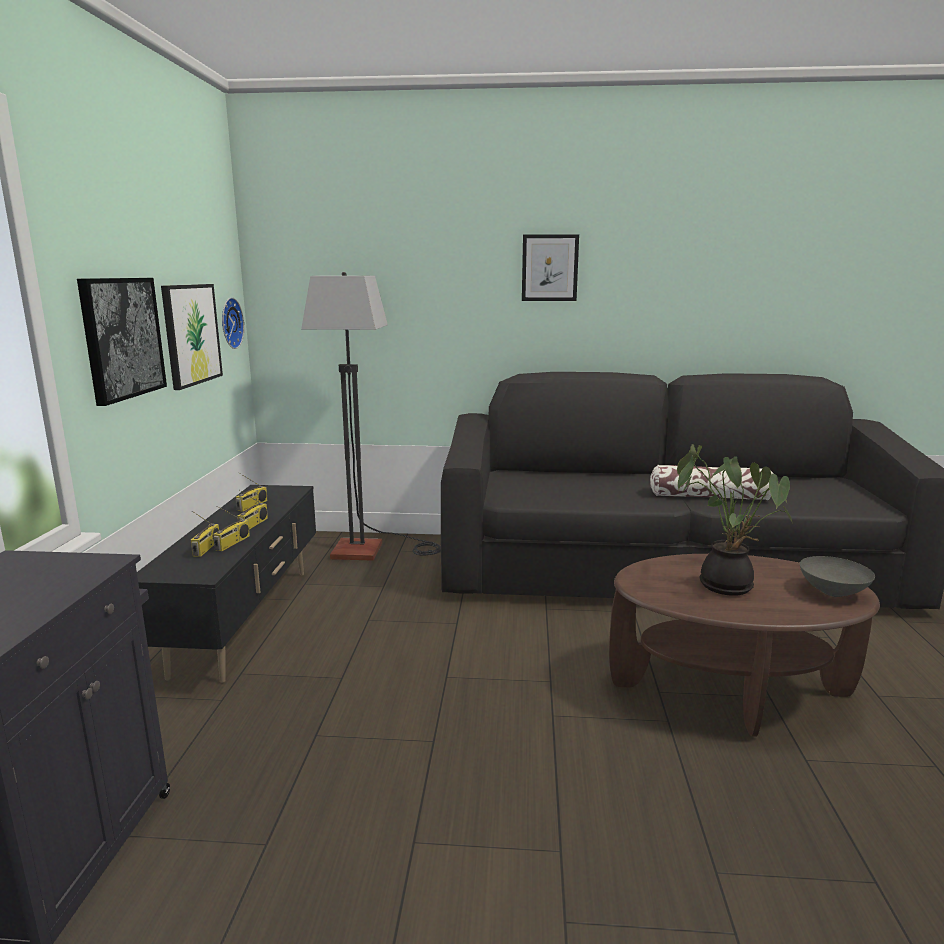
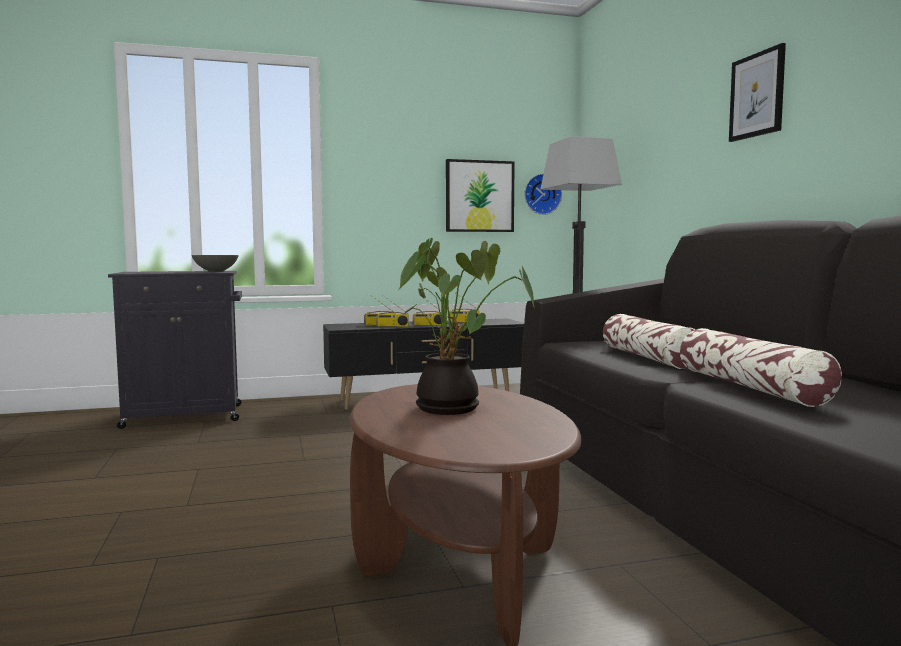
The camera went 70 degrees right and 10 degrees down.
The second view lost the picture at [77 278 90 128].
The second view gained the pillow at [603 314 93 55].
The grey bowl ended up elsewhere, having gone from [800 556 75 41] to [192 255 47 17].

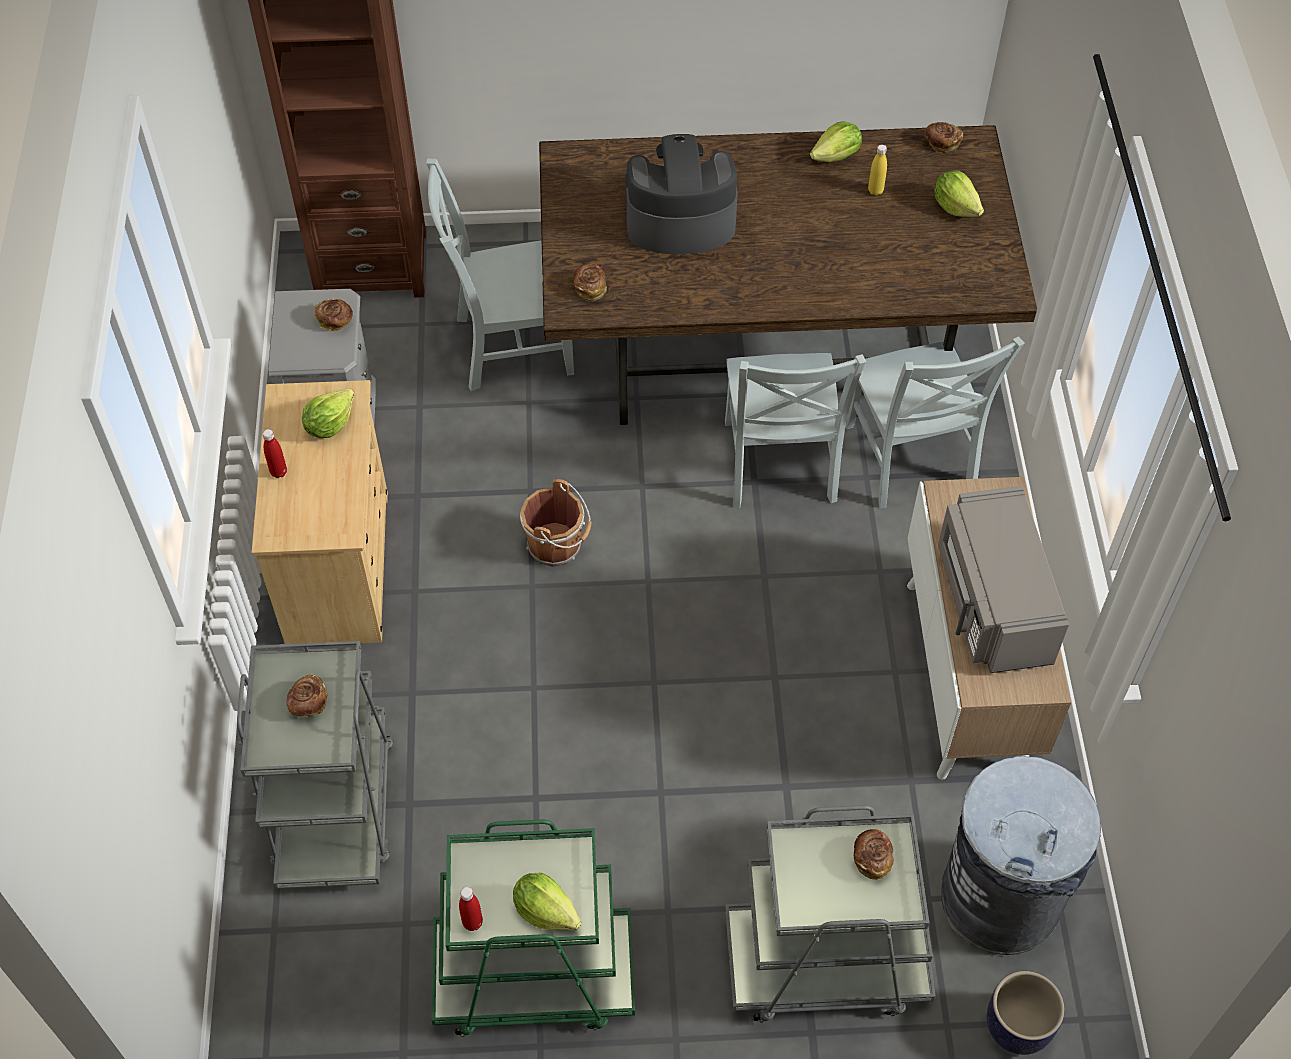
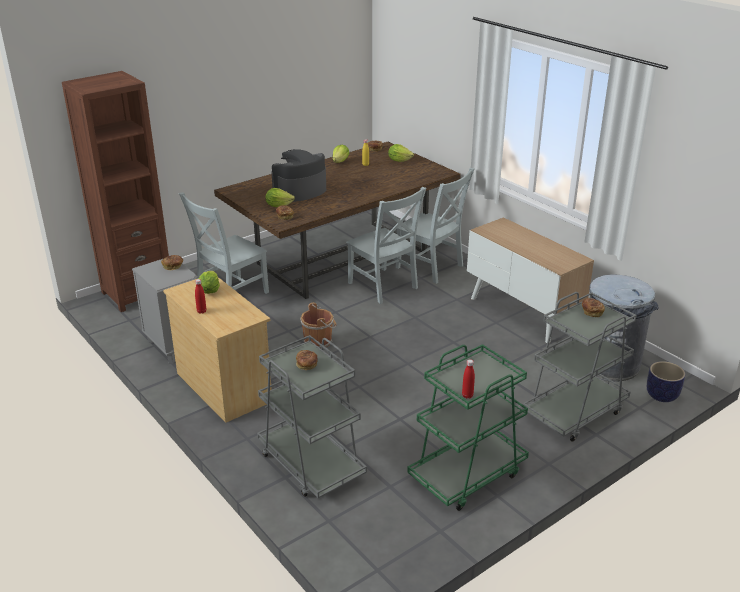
The camera went 35 degrees left and 25 degrees down.
The second view lost the grey microwave at [938 486 131 187].
The lettuce ended up elsewhere, having gone from [513 873 68 57] to [265 188 30 19].

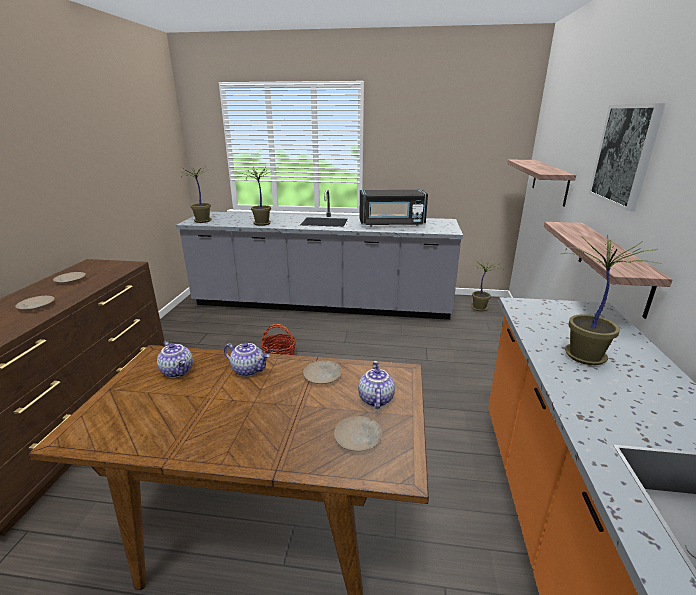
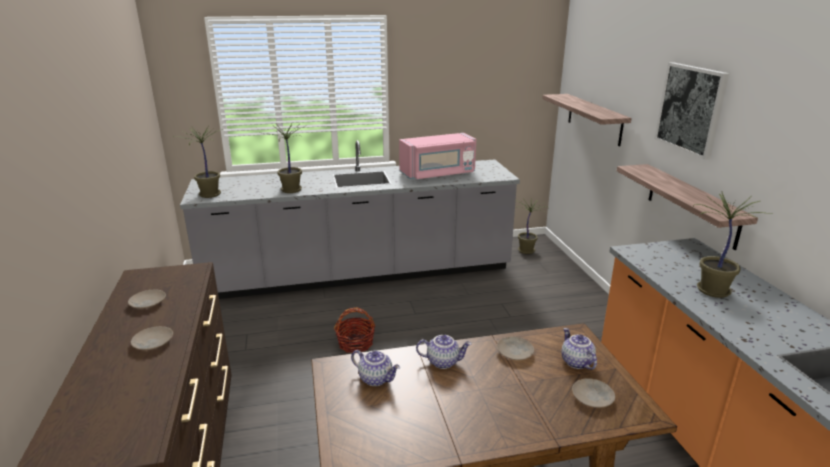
The camera went 20 degrees left and 0 degrees up.
What was the black microwave at [359 190 69 37] turned into the pink microwave at [399 133 77 47].

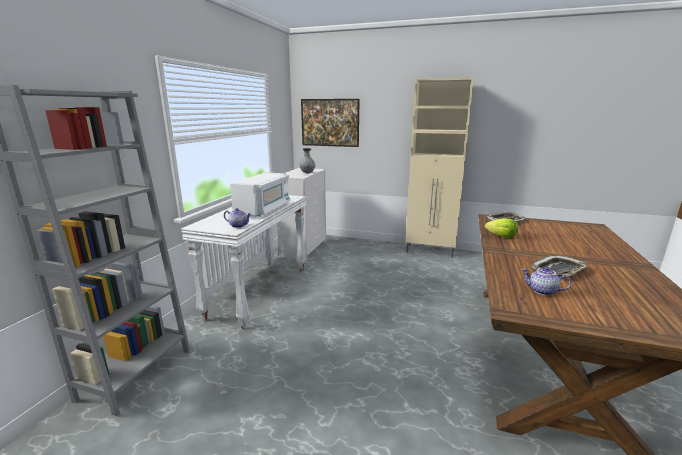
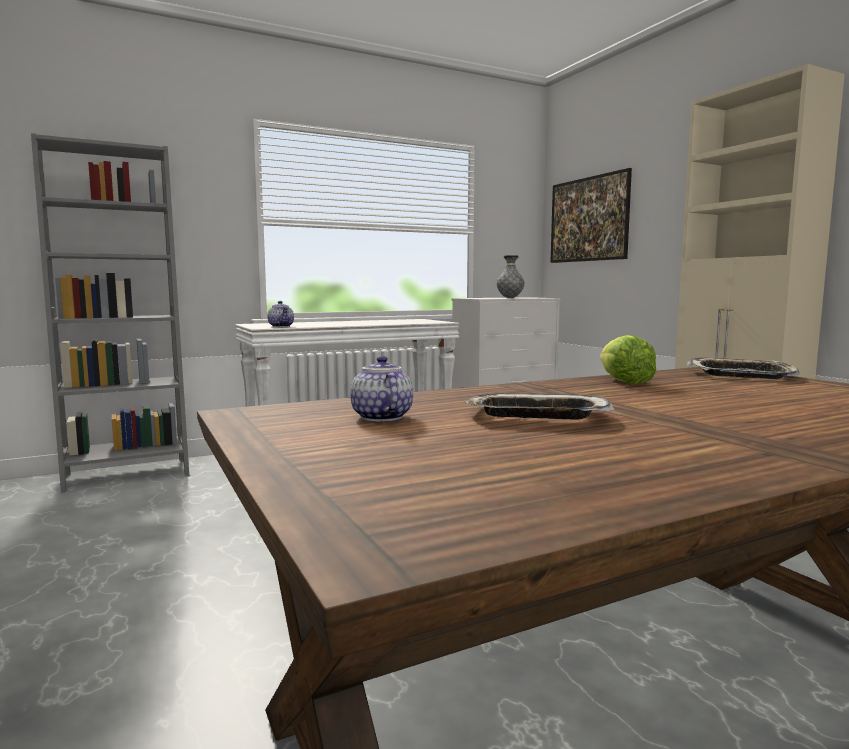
The camera went 45 degrees right and 10 degrees down.
The second view lost the white microwave at [230 172 60 45].

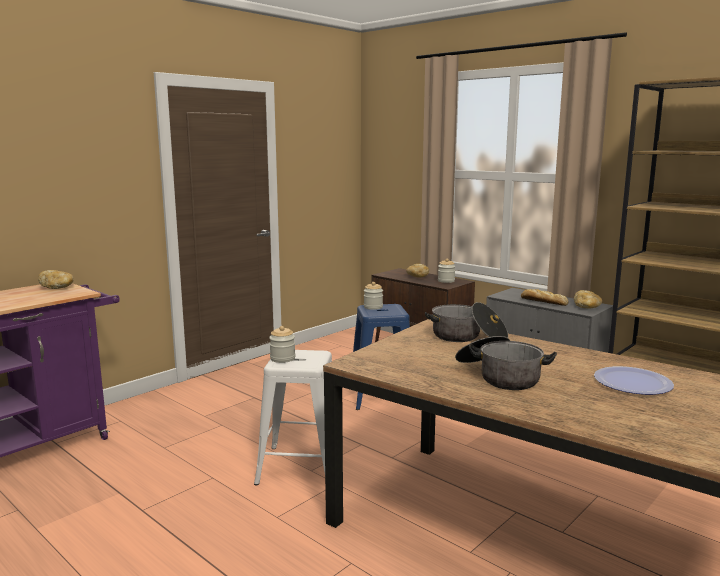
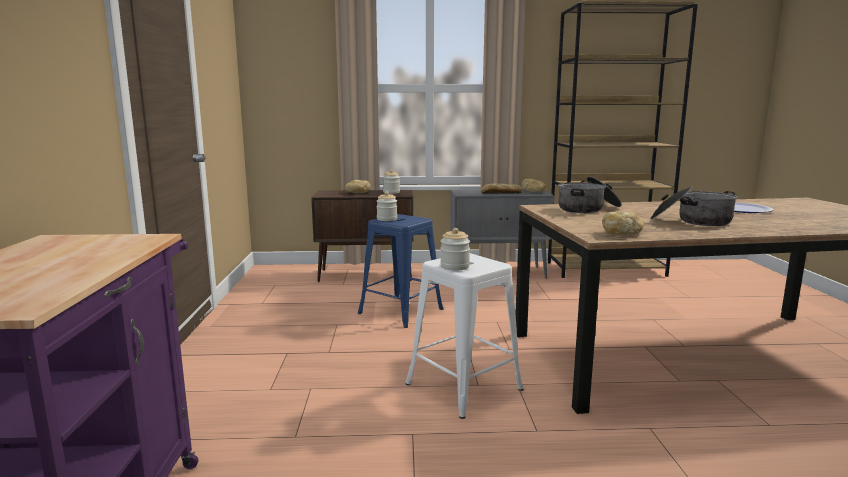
The camera went 45 degrees left and 0 degrees up.
The bread ended up elsewhere, having gone from [38 270 35 19] to [602 211 43 24].

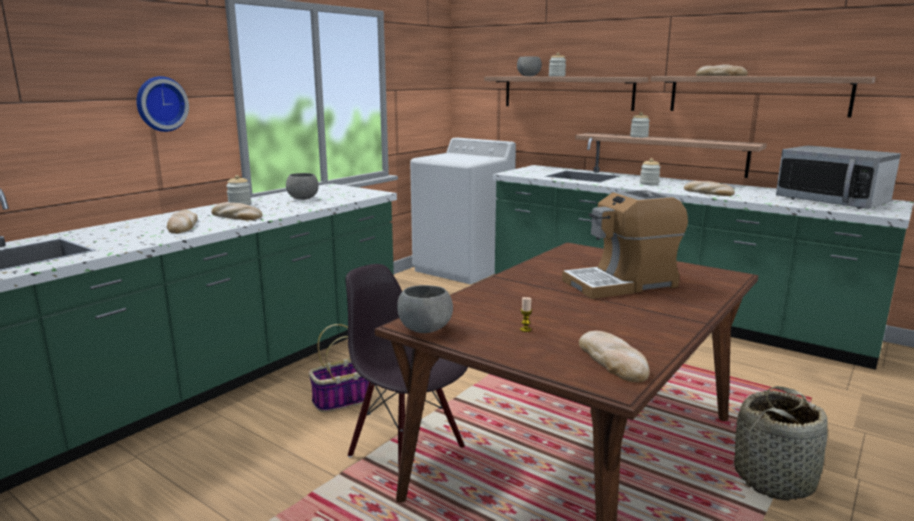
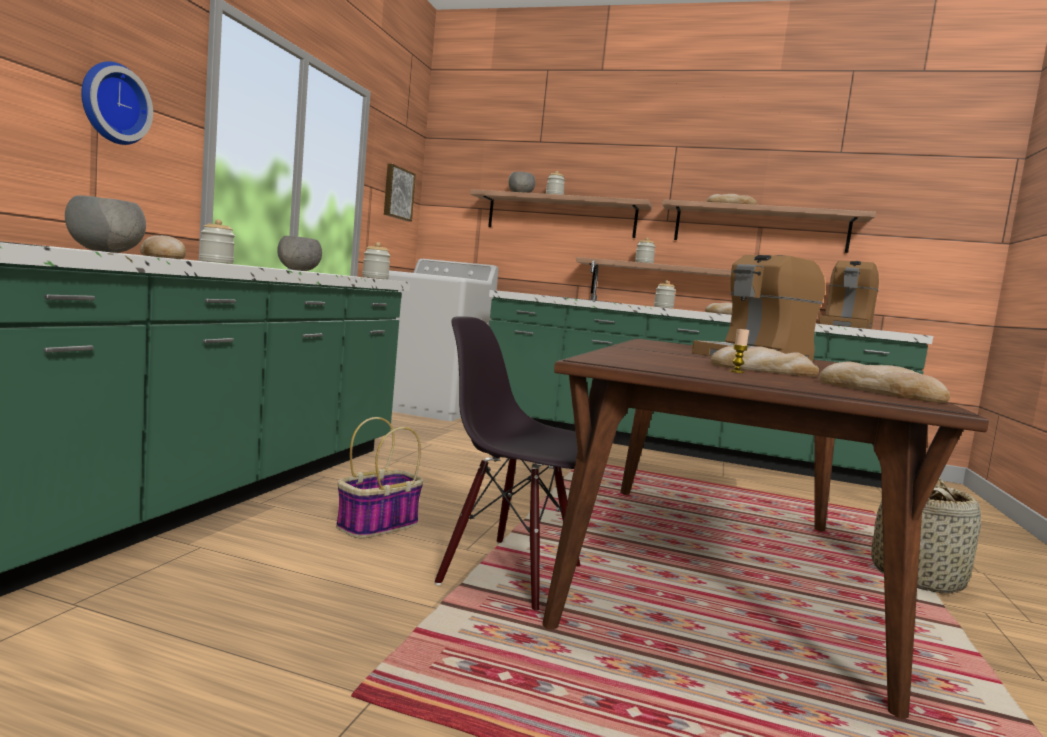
The camera went 20 degrees left and 10 degrees down.
The second view gained the jar at [362 242 28 37].
The second view gained the picture at [384 164 32 58].
The bread ended up elsewhere, having gone from [211 202 51 18] to [710 346 109 31].
The grey bowl ended up elsewhere, having gone from [397 285 56 48] to [65 195 81 58].
Where the microwave stood at [776 145 125 64], the coffee machine came to stand at [818 260 61 69].

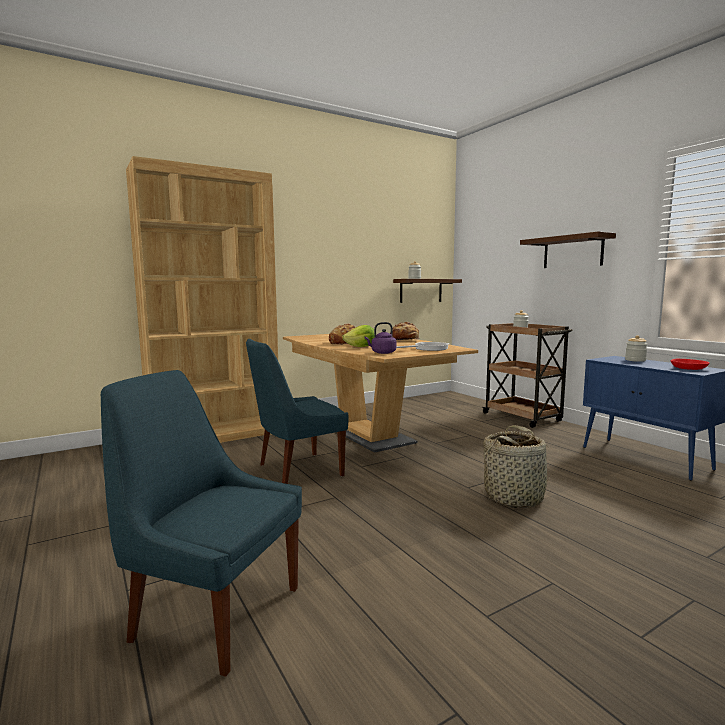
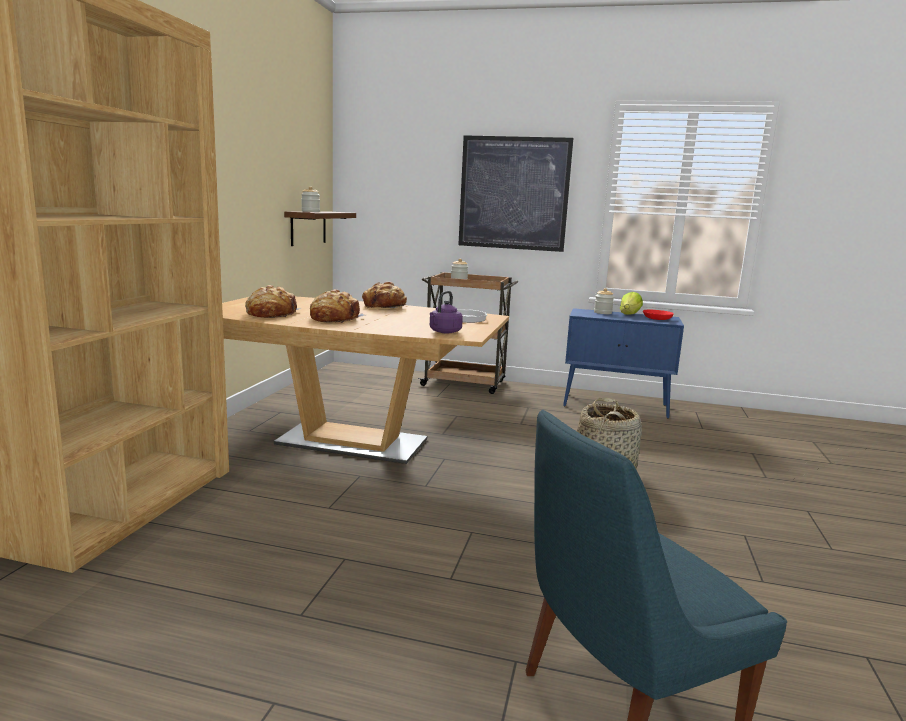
The camera went 45 degrees left and 5 degrees up.
The second view lost the blue chair at [246 339 102 145].
The second view gained the bread at [245 285 56 33].
The lettuce ended up elsewhere, having gone from [342 325 33 22] to [620 292 23 23].
Where the shelf hung at [520 232 96 36], the picture came to hang at [458 135 115 117].

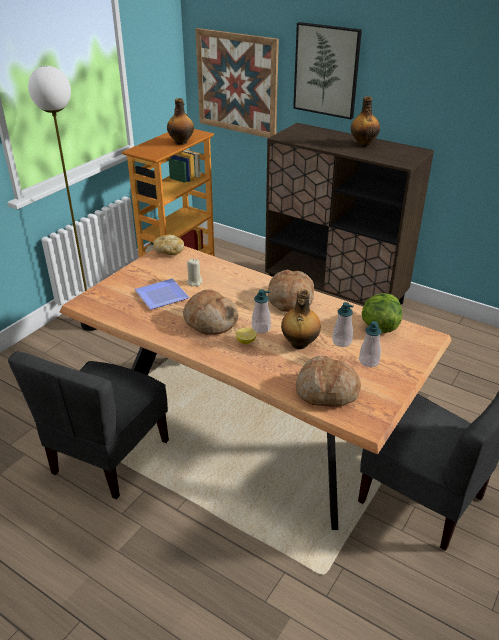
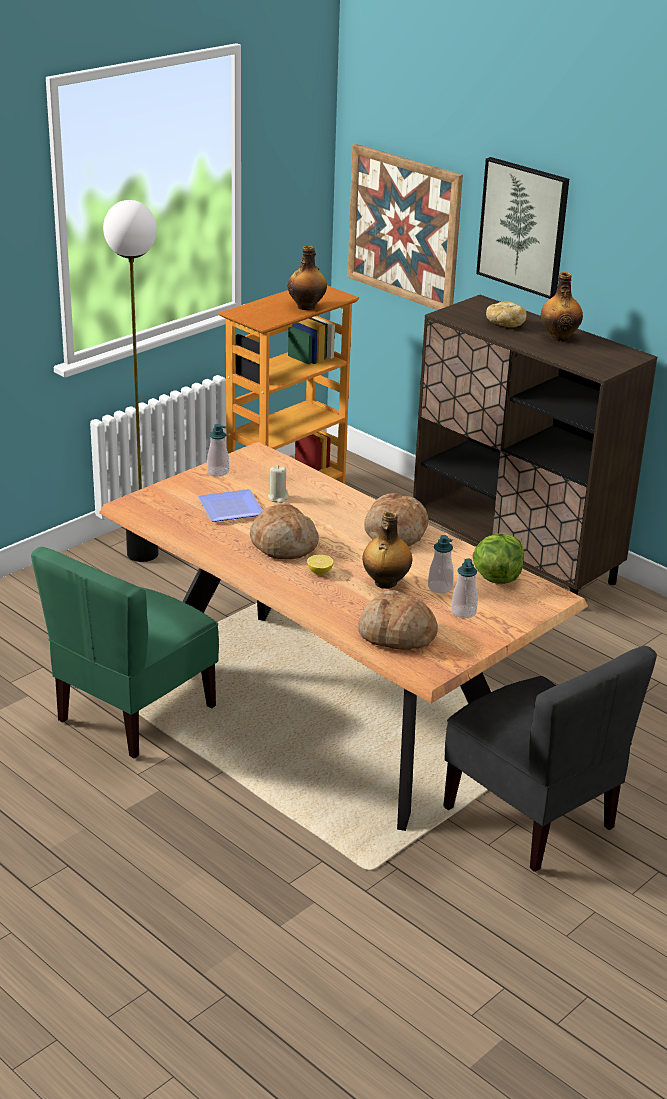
The camera went 10 degrees right and 5 degrees down.
The bread ended up elsewhere, having gone from [153 235 31 20] to [486 301 40 26].
The soap dispenser ended up elsewhere, having gone from [252 289 19 44] to [207 424 22 53].
What was the grey chair at [8 352 161 147] turned into the green chair at [31 547 188 212].

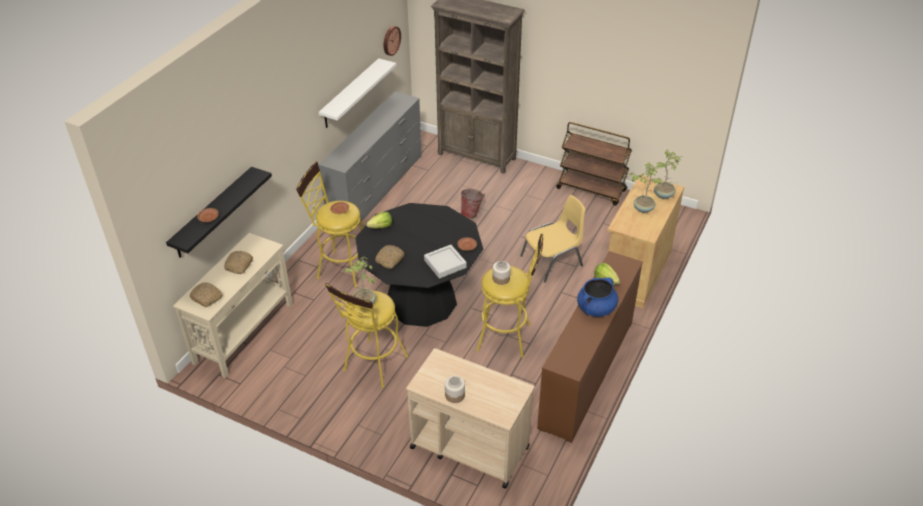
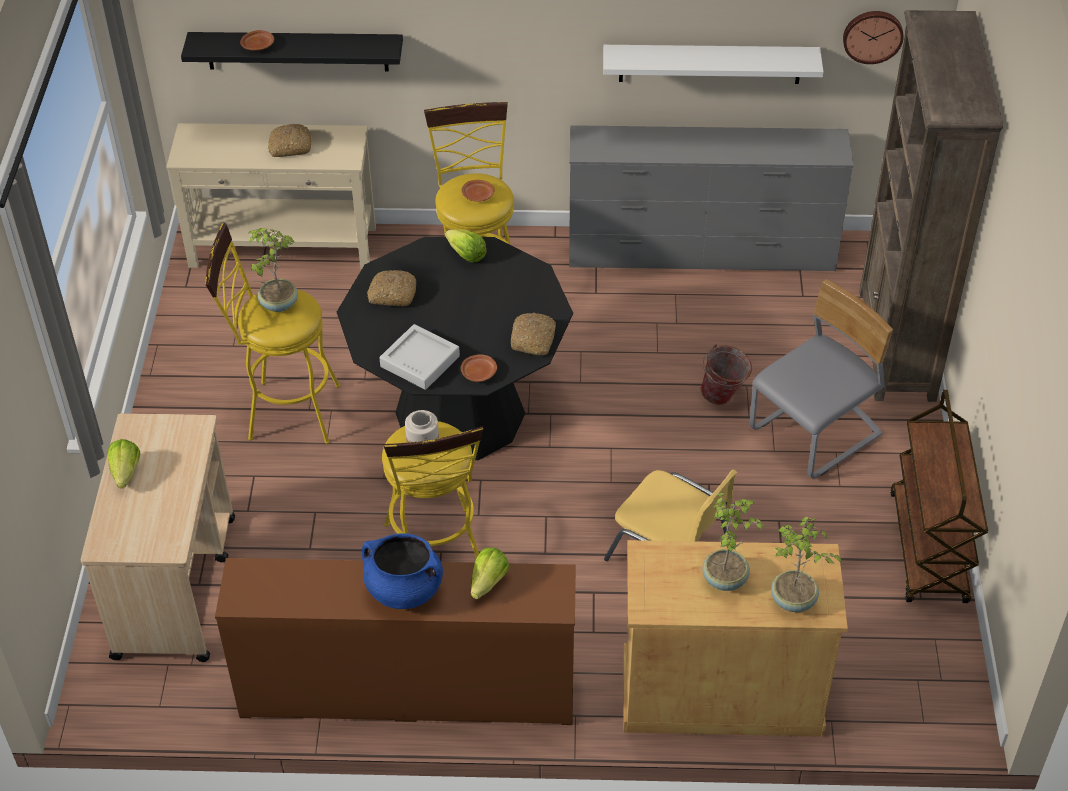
The camera went 65 degrees right and 5 degrees up.
The second view gained the grey chair at [749 279 144 200].
The bread ended up elsewhere, having gone from [190 282 33 25] to [511 313 45 42].
Where the jar stood at [445 376 20 27], the lettuce came to stand at [108 439 32 49].

